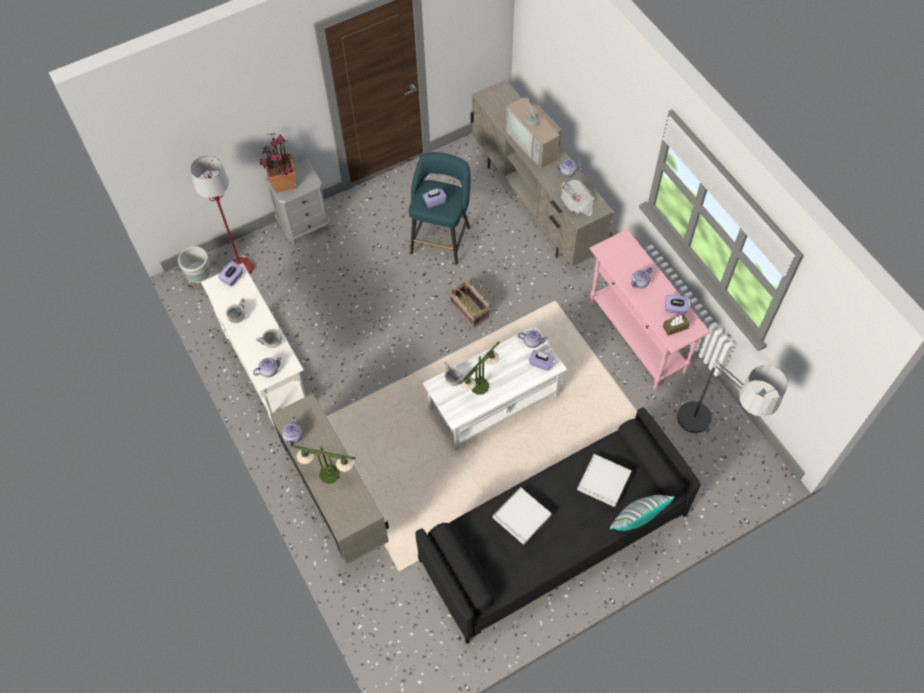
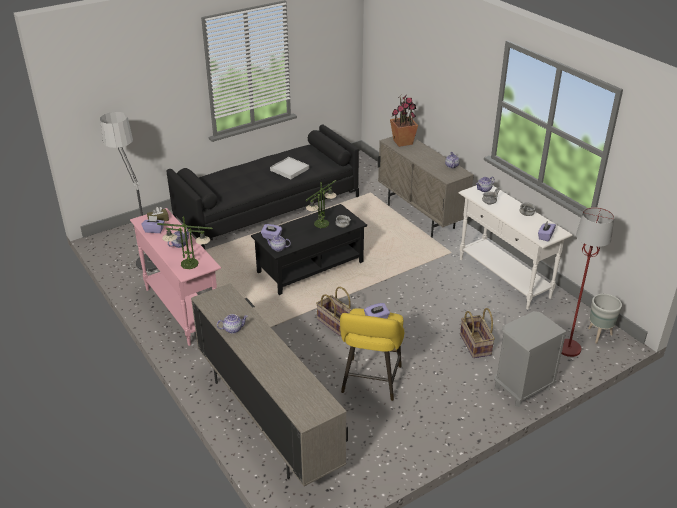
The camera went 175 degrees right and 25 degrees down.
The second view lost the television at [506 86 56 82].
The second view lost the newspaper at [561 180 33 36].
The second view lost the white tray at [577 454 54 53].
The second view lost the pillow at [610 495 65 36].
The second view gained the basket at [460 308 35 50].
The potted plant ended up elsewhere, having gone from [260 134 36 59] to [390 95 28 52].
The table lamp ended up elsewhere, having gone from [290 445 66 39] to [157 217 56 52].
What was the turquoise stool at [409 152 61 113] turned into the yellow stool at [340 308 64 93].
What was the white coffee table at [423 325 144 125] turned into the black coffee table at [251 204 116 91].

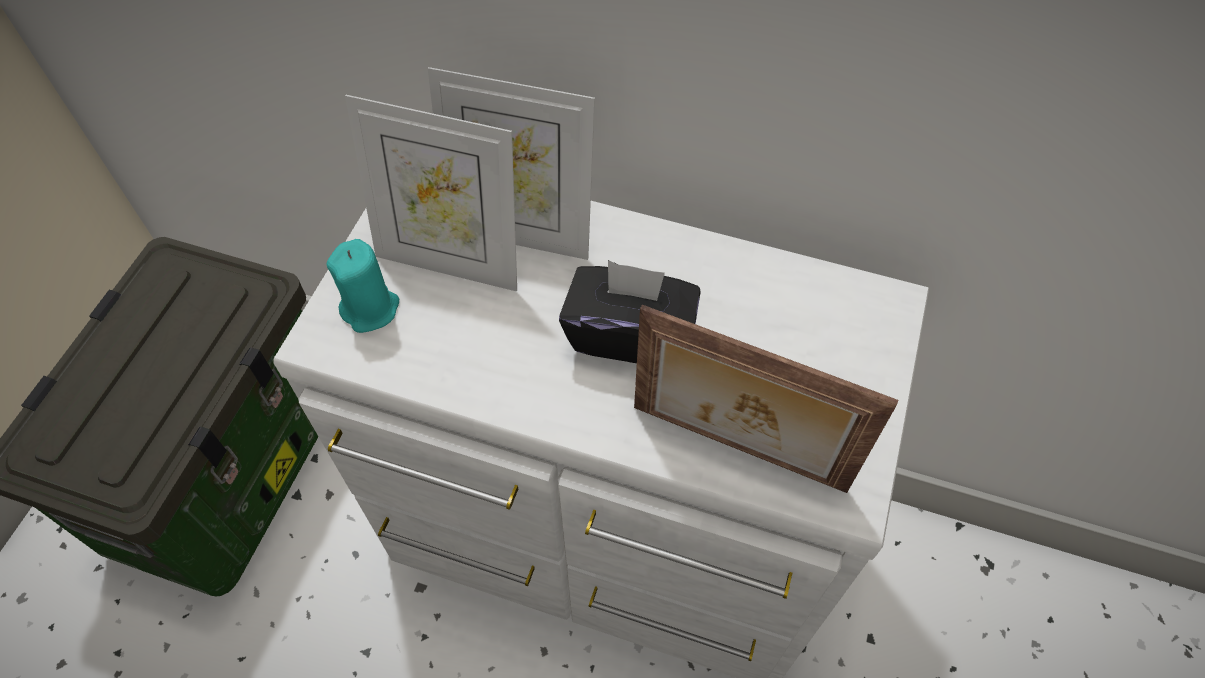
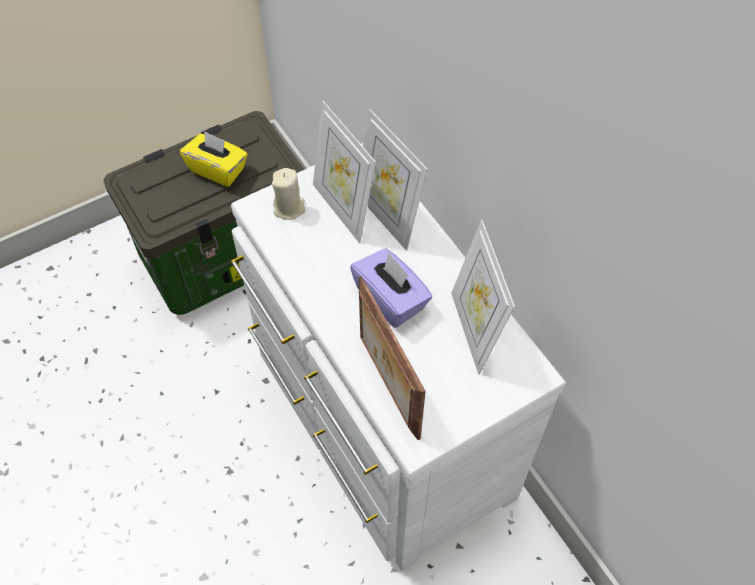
The camera went 40 degrees right and 0 degrees up.
The second view gained the yellow tissue box at [180 131 68 56].
The second view gained the picture frame at [451 220 64 155].
What was the turquoise candle at [327 239 72 94] turned into the beige candle at [272 168 34 52].
What was the black tissue box at [559 260 142 103] turned into the purple tissue box at [350 249 82 79].

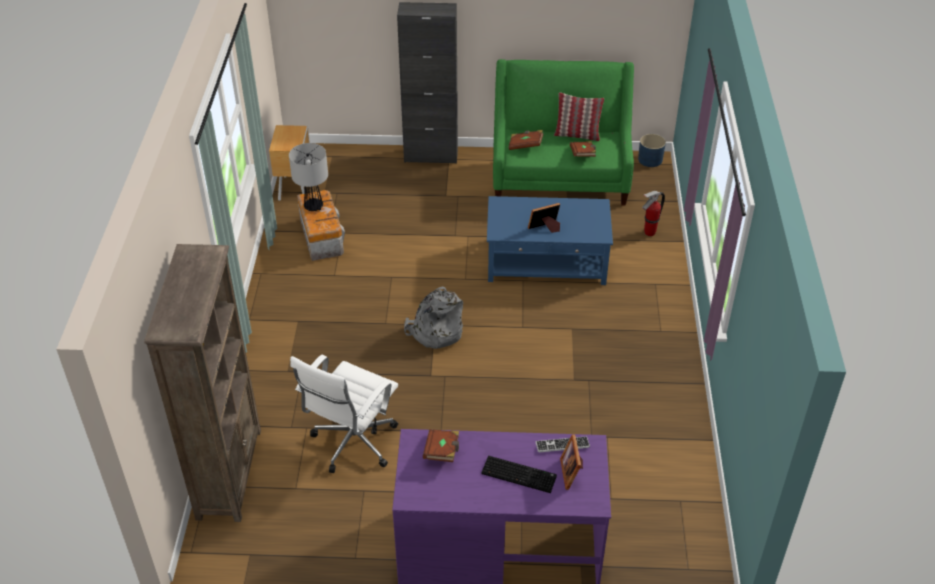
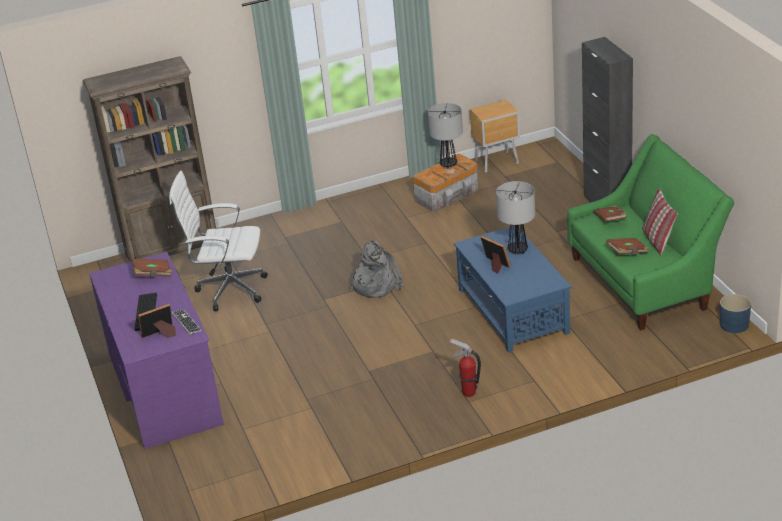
The camera went 70 degrees right and 10 degrees down.
The second view gained the table lamp at [496 181 39 73].
The fire extinguisher ended up elsewhere, having gone from [642 191 23 45] to [449 339 32 58].

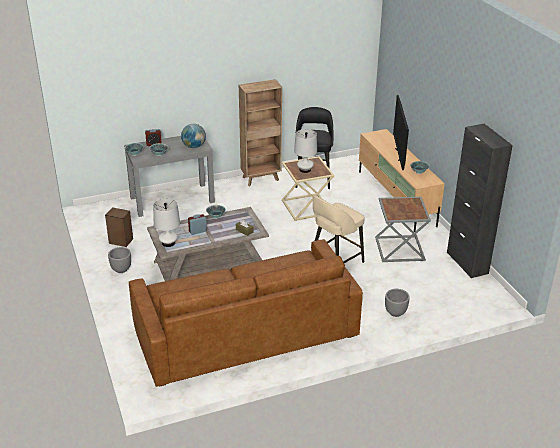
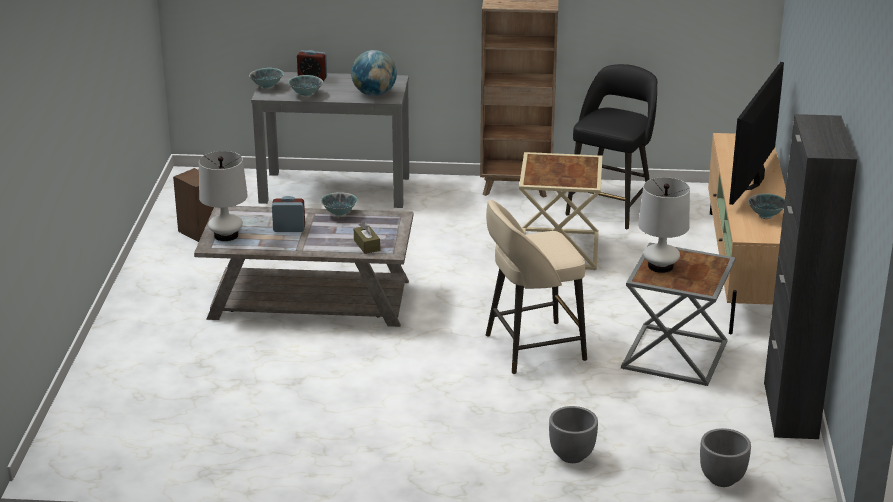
The camera went 25 degrees right and 5 degrees down.
The second view lost the brown sofa at [129 239 234 148].
The grey planter ended up elsewhere, having gone from [108 247 23 26] to [700 428 51 59].
The white table lamp ended up elsewhere, having gone from [294 129 23 44] to [638 177 52 96].

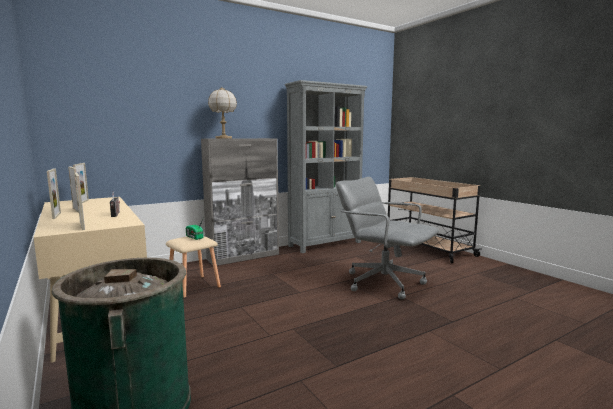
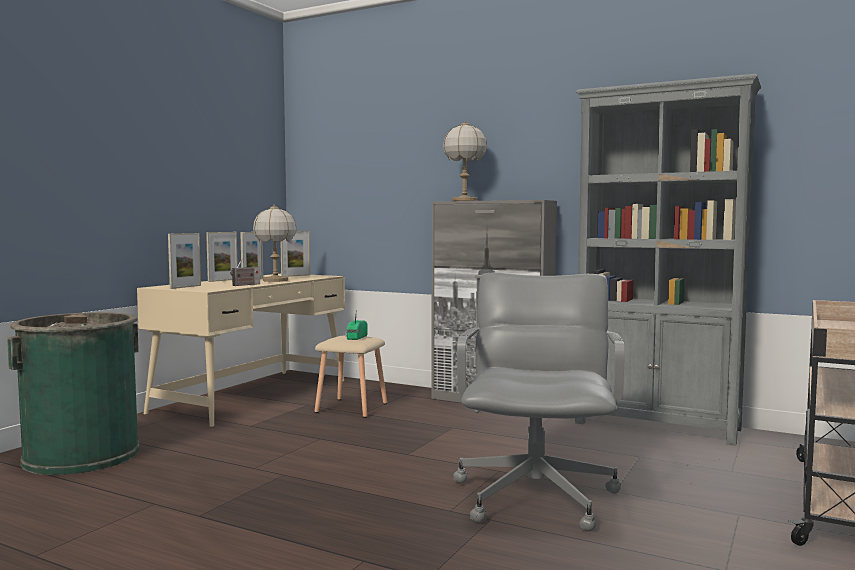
The camera went 60 degrees right and 5 degrees down.
The second view gained the table lamp at [253 204 44 78].

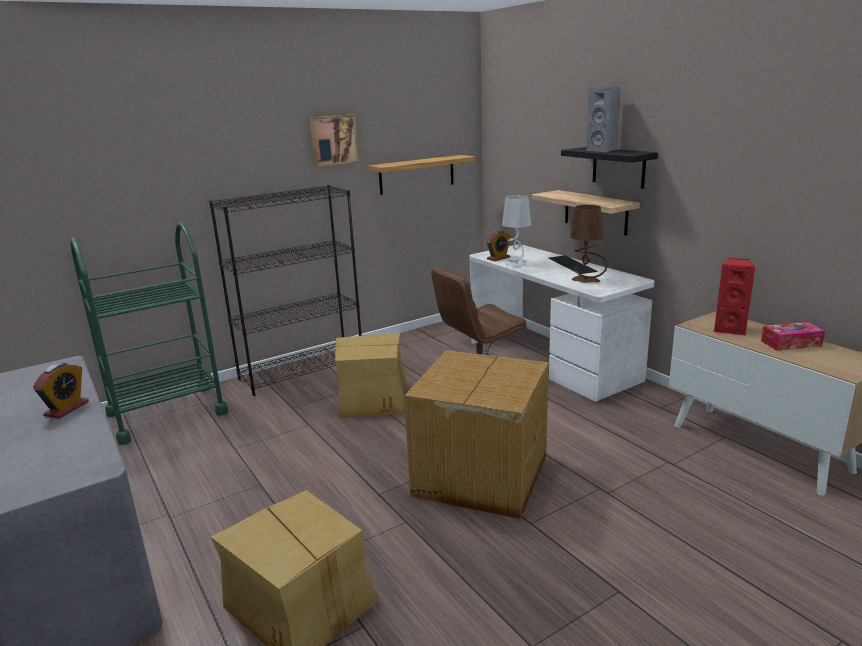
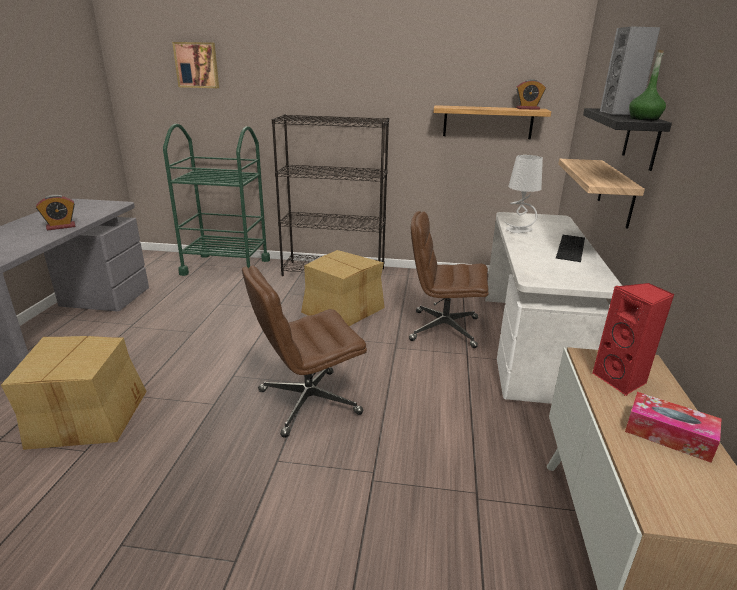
The camera went 40 degrees right and 5 degrees up.
The second view lost the brown table lamp at [570 205 38 77].
The second view gained the green bottle at [629 50 37 70].
The picture ended up elsewhere, having gone from [310 115 49 52] to [172 42 47 46].
The alarm clock ended up elsewhere, having gone from [486 231 25 30] to [516 79 30 31].
Where the cardboard box stood at [404 350 145 169], the brown office chair came to stand at [242 265 125 173].

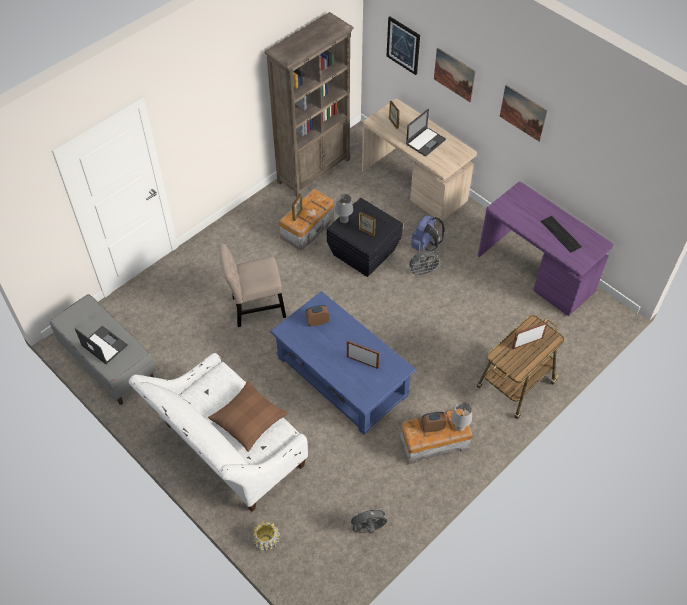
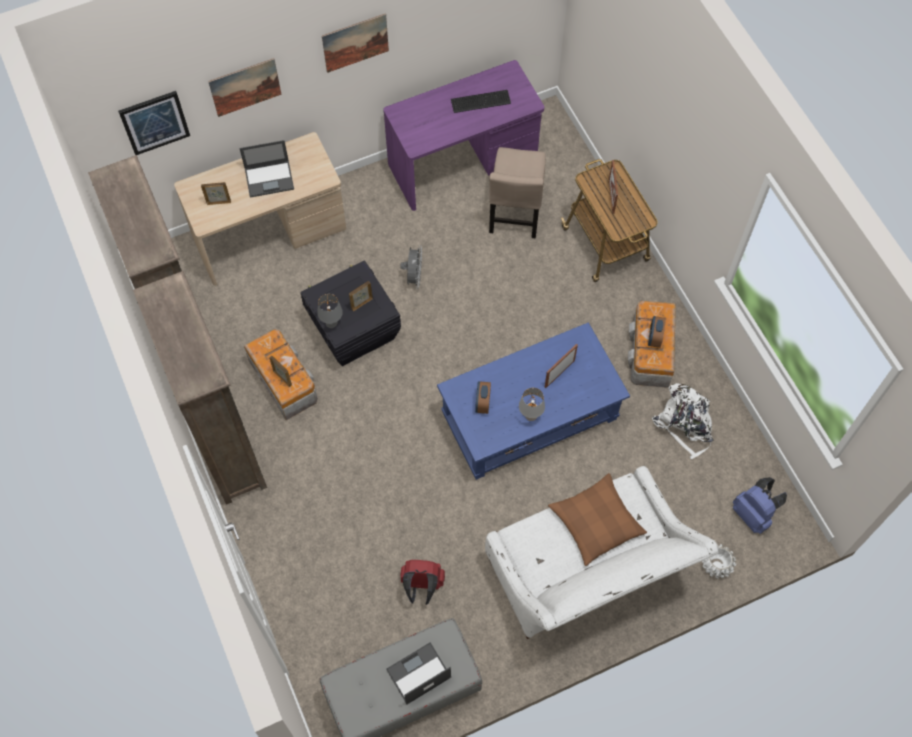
The camera went 70 degrees left and 10 degrees up.
The second view lost the grey fan at [348 507 39 26].
The second view gained the brown bookcase at [133 271 134 234].
The second view gained the red backpack at [400 560 45 45].
The second view gained the white backpack at [652 383 61 77].
The beige chair ended up elsewhere, having gone from [219 243 67 84] to [489 147 57 91].
The blue backpack ended up elsewhere, having gone from [411 215 34 36] to [733 477 54 57].
The grey table lamp ended up elsewhere, having gone from [451 402 21 29] to [519 388 26 33].
What was the yellow planter at [251 522 29 29] turned into the white planter at [702 544 34 35].
The laptop at [406 108 40 49] ended up facing another way, 105 degrees clockwise from before.

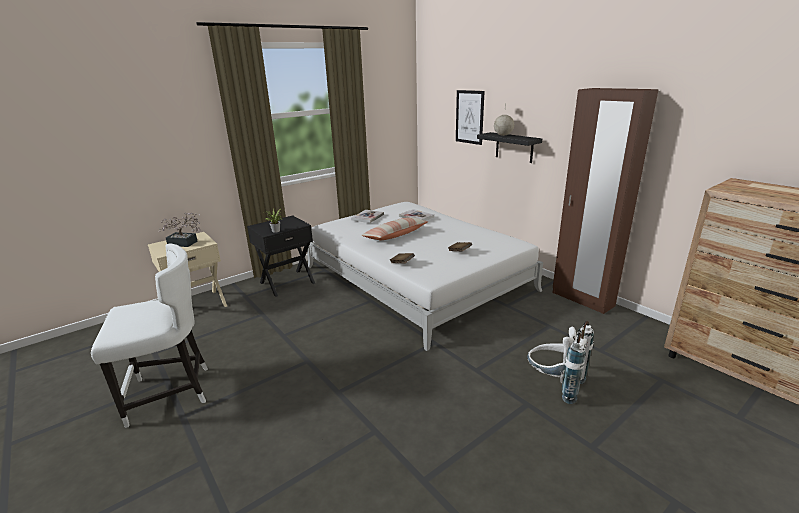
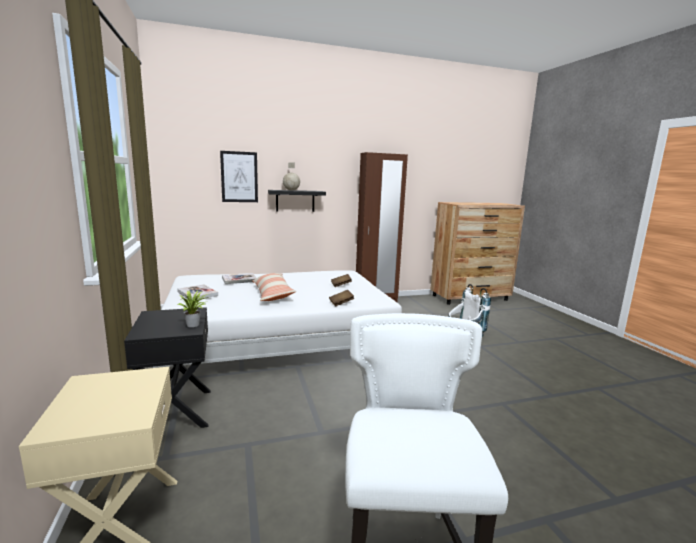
The camera went 70 degrees left and 10 degrees down.
The second view lost the potted plant at [158 212 43 35].

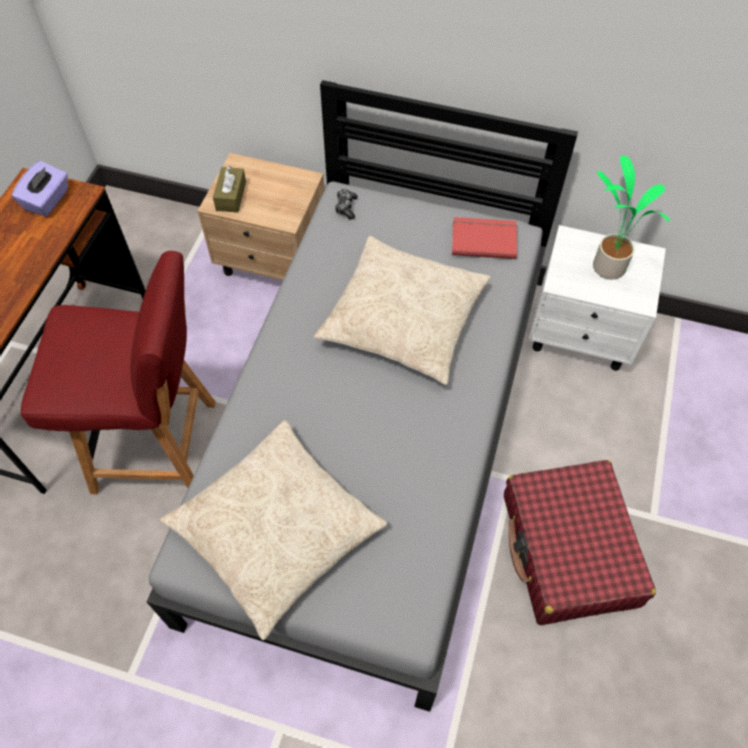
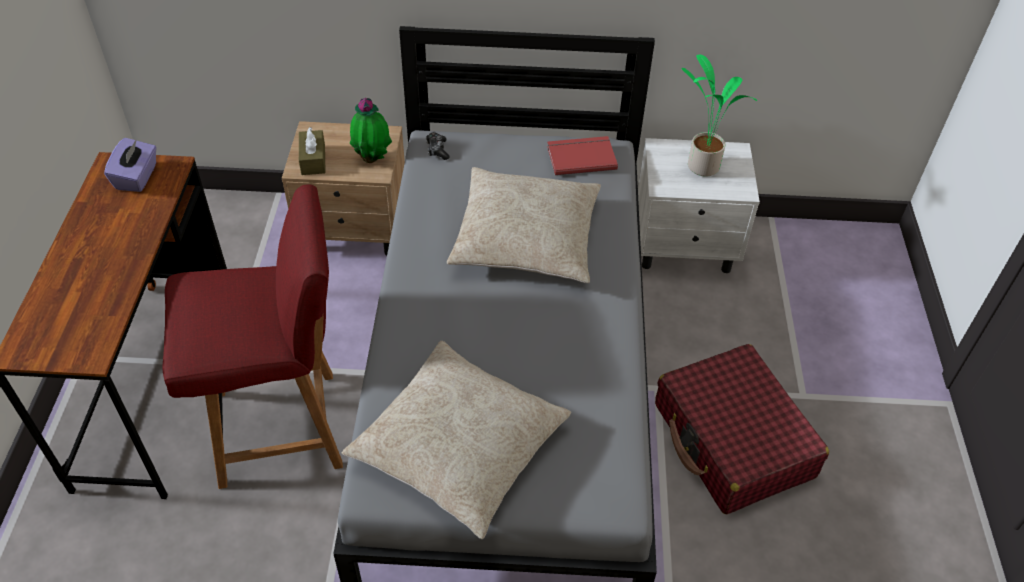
The camera went 15 degrees left and 10 degrees down.
The second view gained the potted plant at [350 98 42 65].

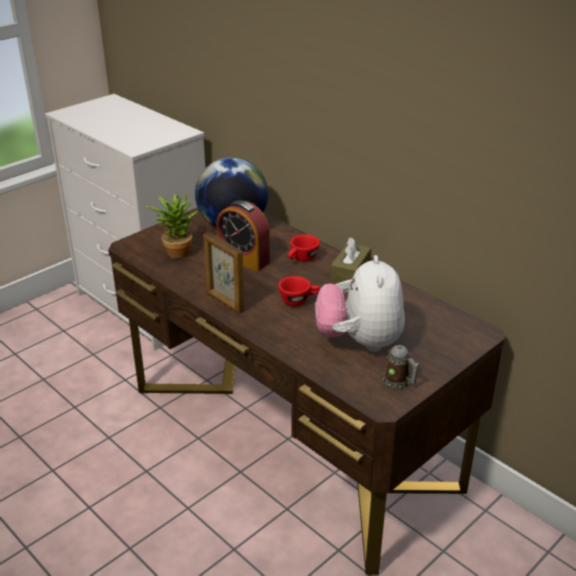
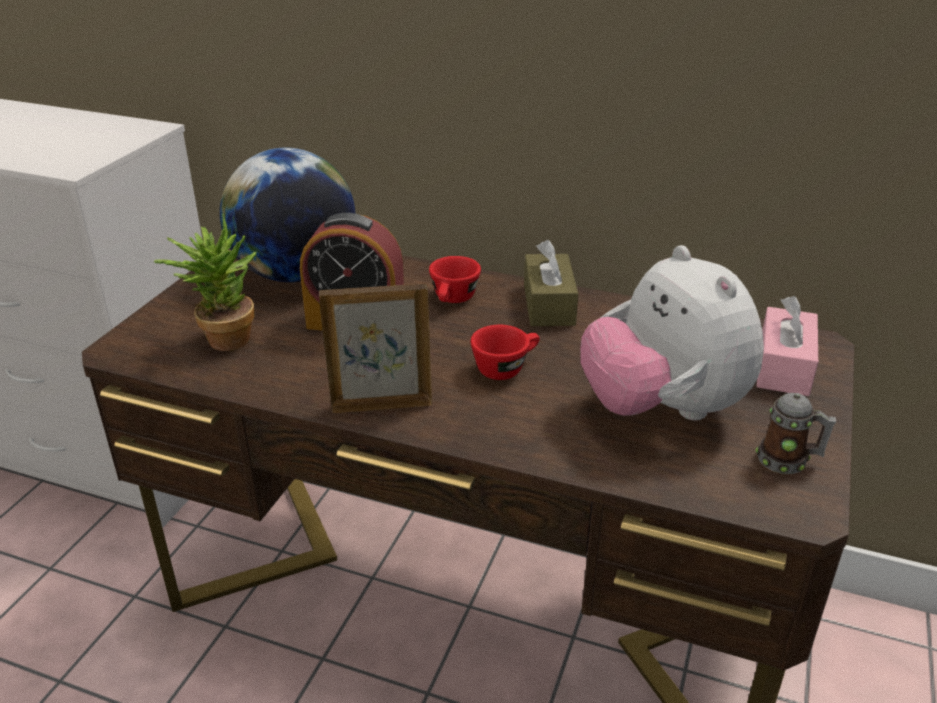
The camera went 25 degrees left and 0 degrees up.
The second view gained the pink tissue box at [756 296 62 100].
The picture frame at [204 232 41 82] ended up facing another way, 150 degrees clockwise from before.

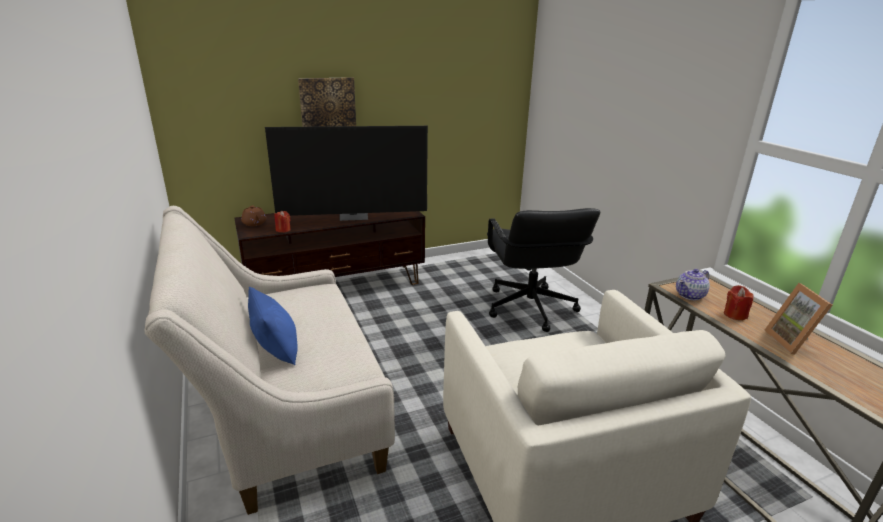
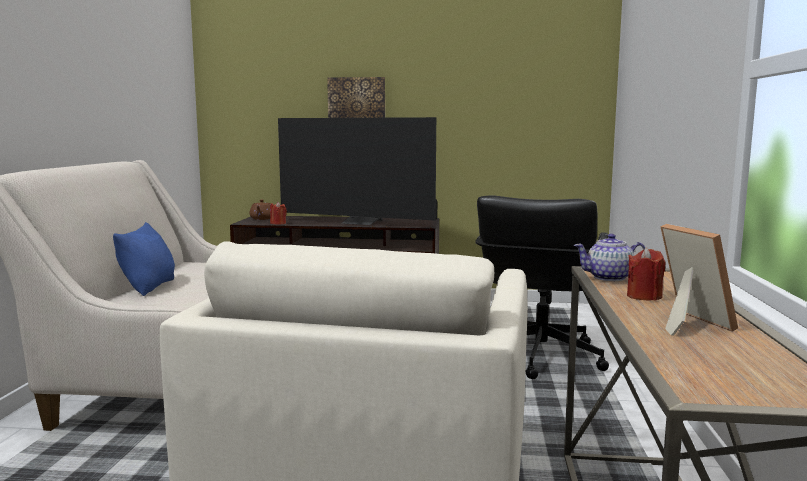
The camera went 30 degrees right and 15 degrees down.
The picture frame at [765 283 67 72] ended up facing another way, 135 degrees clockwise from before.

